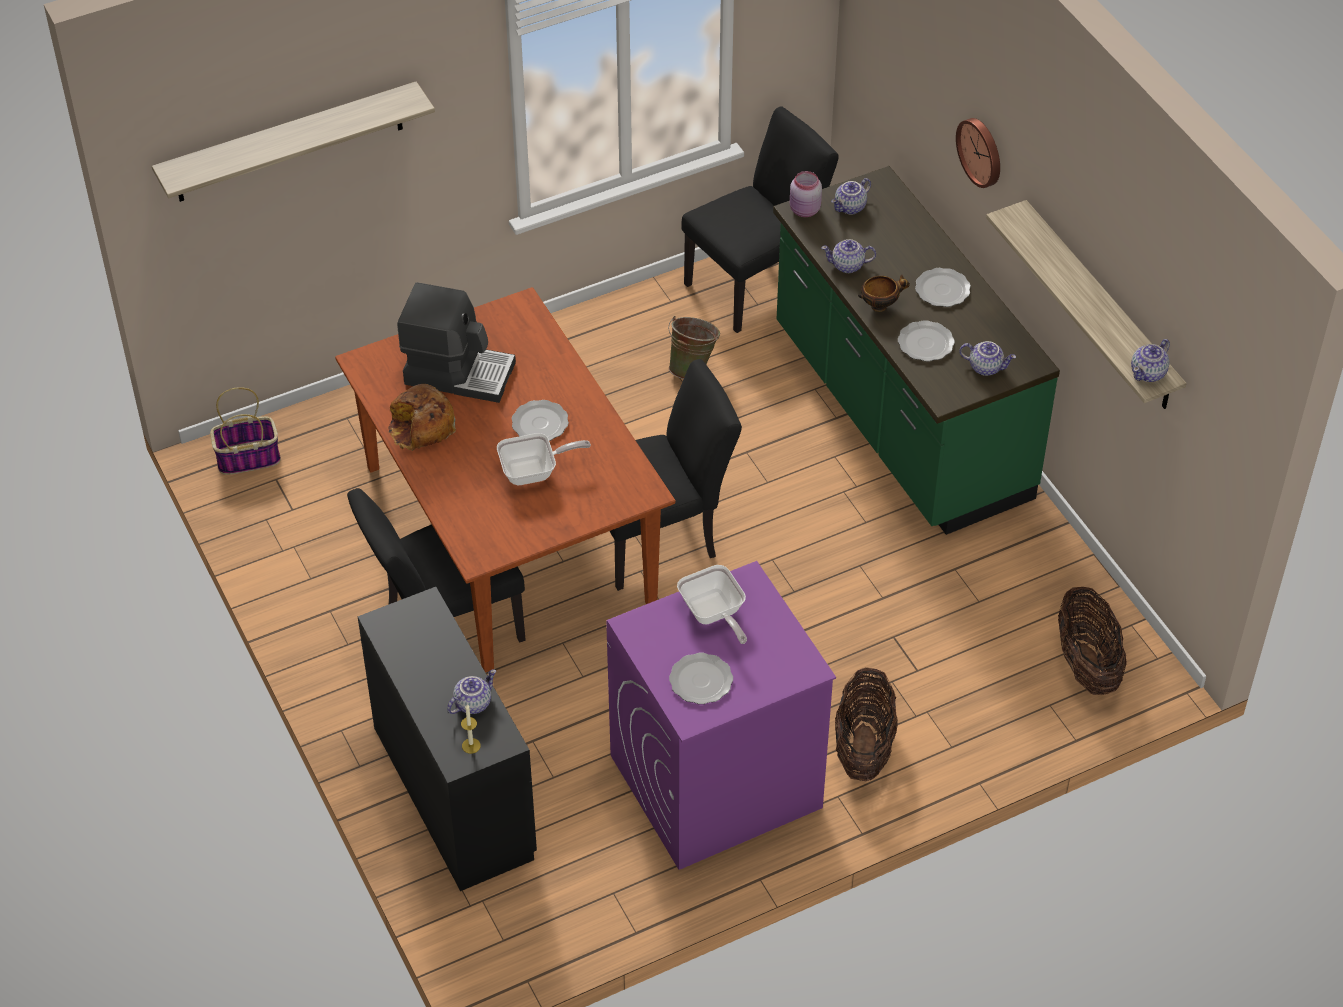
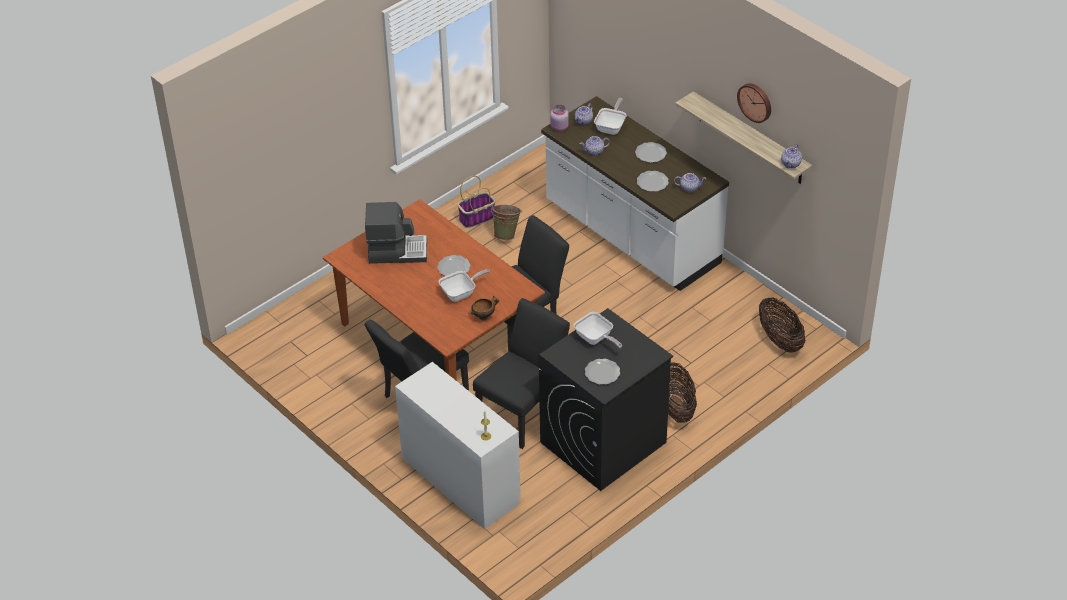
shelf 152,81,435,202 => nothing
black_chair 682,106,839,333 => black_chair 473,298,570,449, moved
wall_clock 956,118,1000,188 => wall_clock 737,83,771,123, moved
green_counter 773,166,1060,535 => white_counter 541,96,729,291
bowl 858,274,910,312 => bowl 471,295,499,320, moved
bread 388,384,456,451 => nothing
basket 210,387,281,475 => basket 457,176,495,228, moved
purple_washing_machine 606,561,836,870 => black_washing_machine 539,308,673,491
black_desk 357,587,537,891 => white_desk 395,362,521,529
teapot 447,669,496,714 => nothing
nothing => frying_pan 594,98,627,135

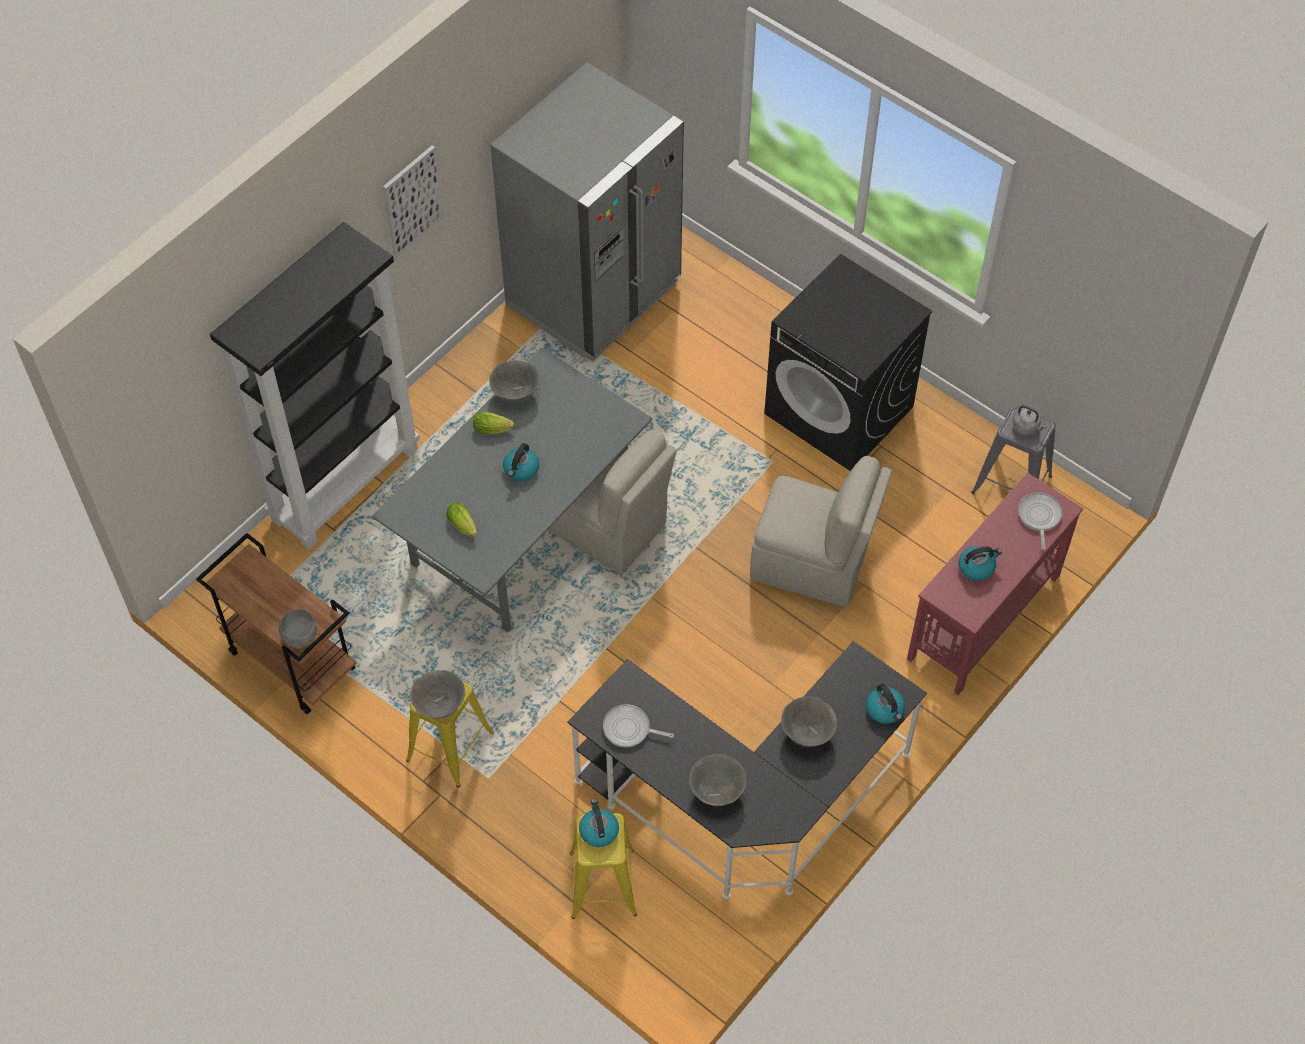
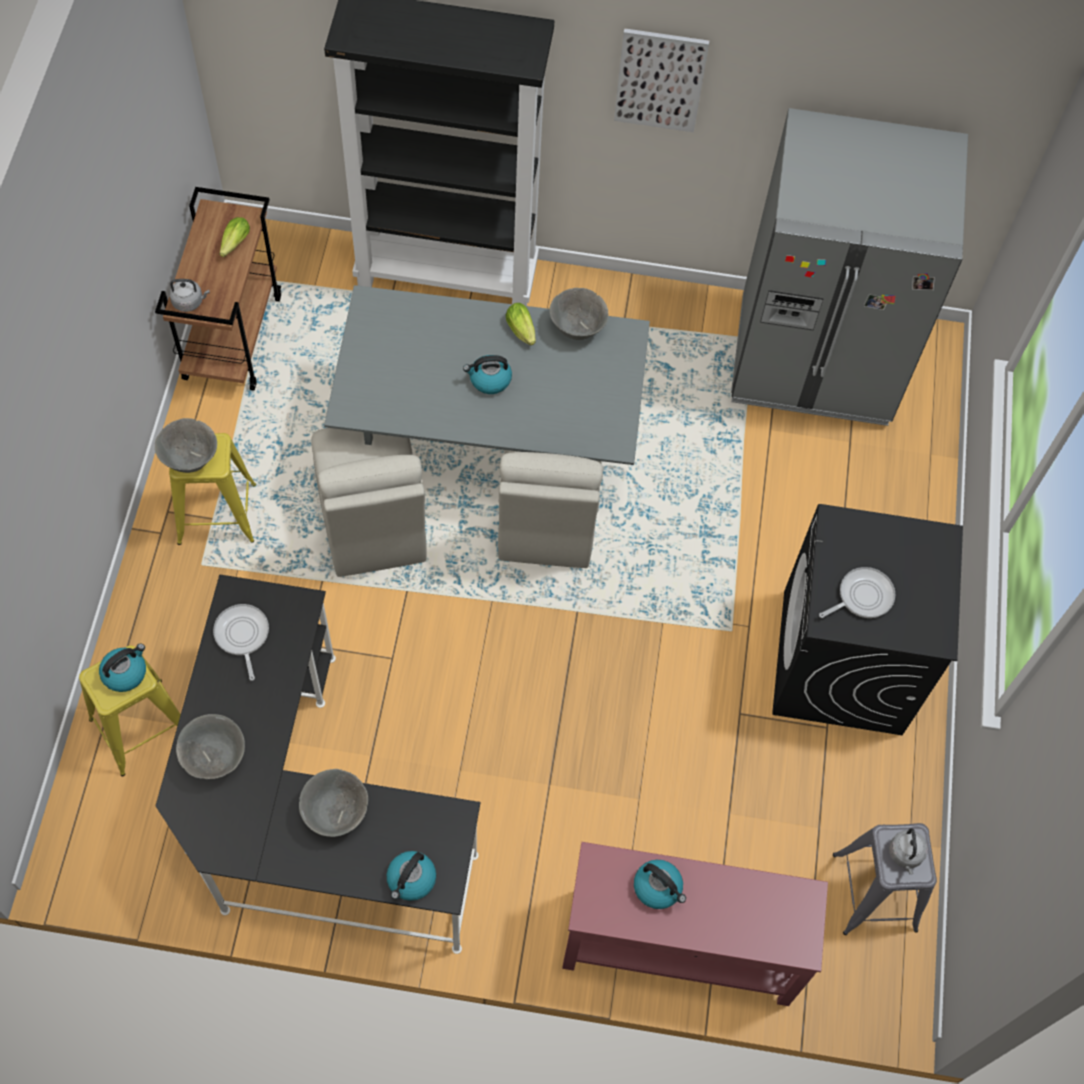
beige_chair 750,456,892,607 => beige_chair 311,428,427,577, moved
frying_pan 1018,493,1063,550 => frying_pan 819,567,895,618, moved
lettuce 446,502,477,537 => lettuce 219,217,250,257, moved
grey_bowl 279,609,317,648 => grey_kettle 169,279,210,312

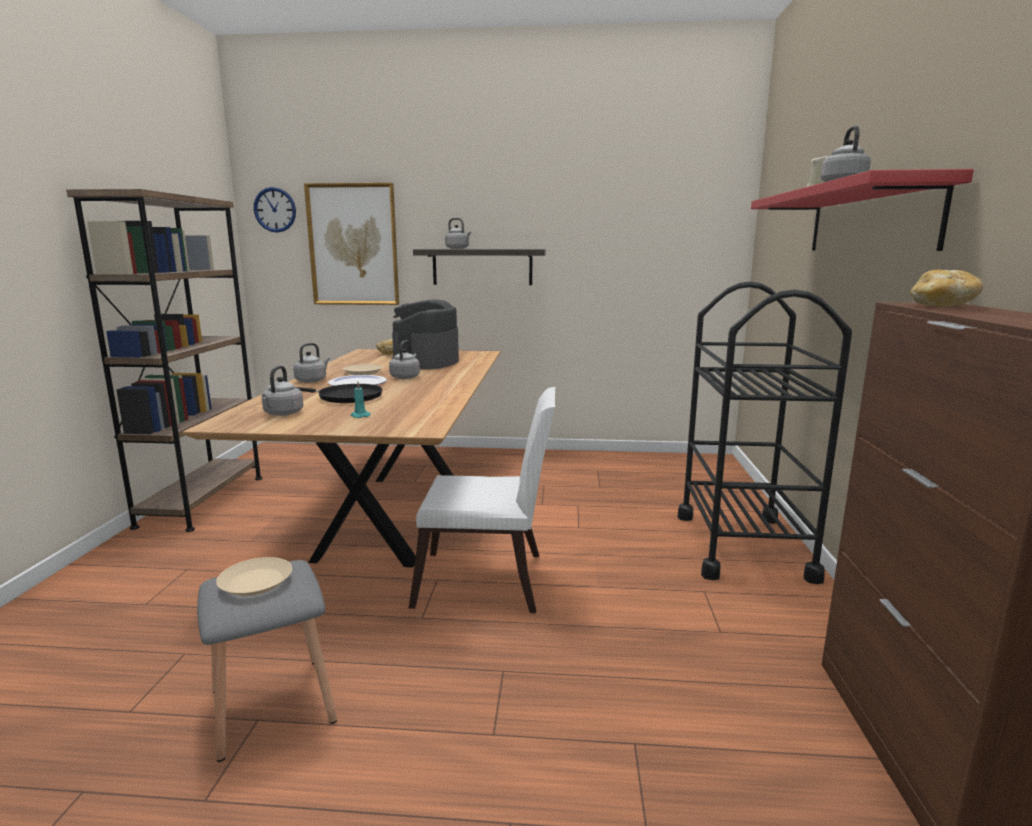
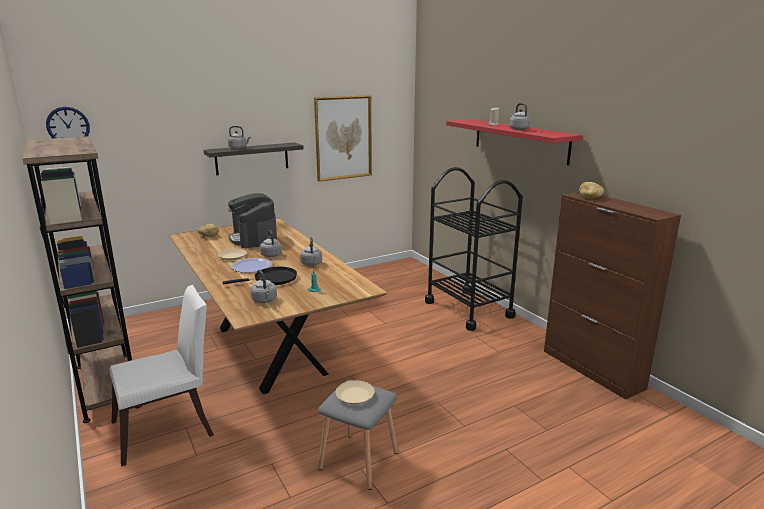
picture 304,183,399,305 => picture 314,95,372,182, moved
grey_kettle 293,343,330,383 => grey_kettle 300,237,322,266, moved
white_chair 409,387,555,613 => white_chair 109,285,214,466, moved

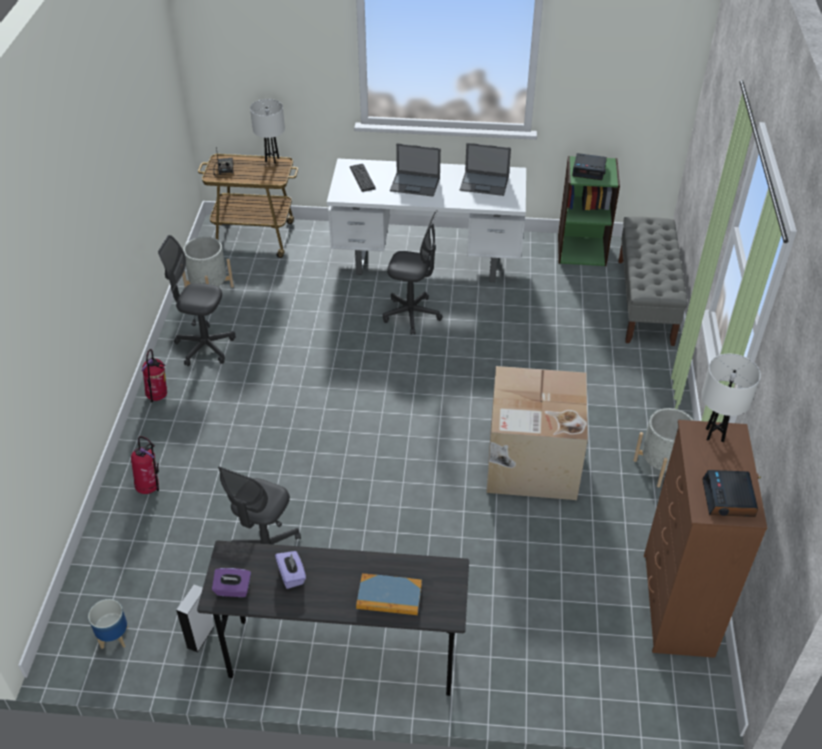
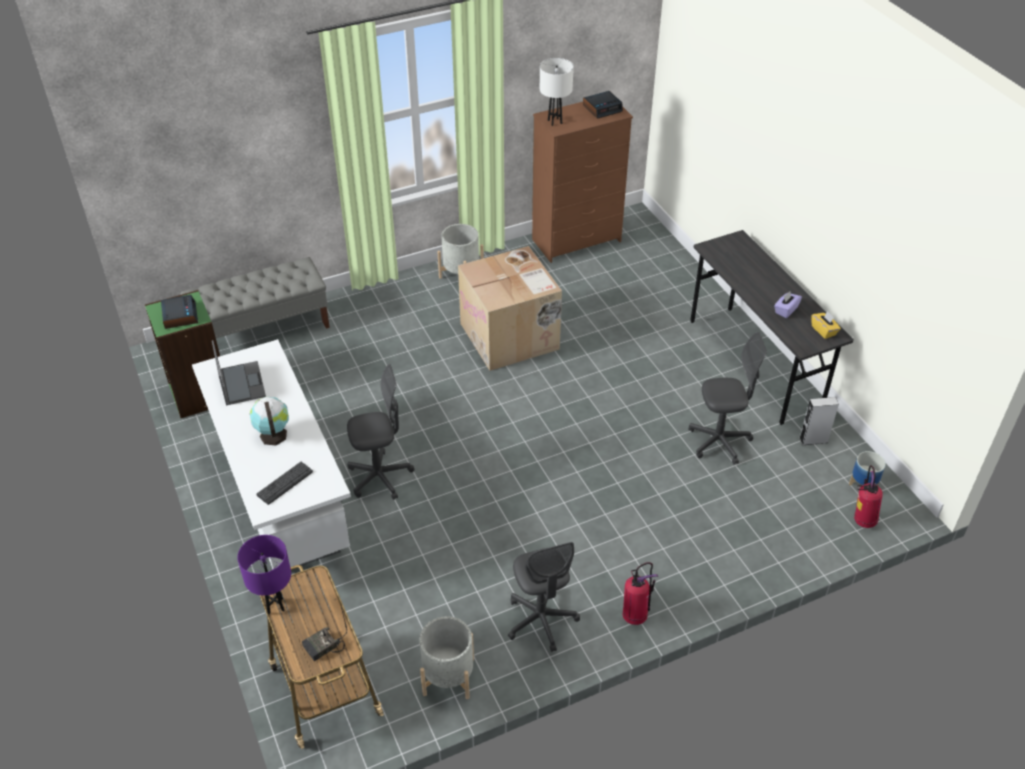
white_table_lamp 250,99,285,164 => purple_table_lamp 237,535,291,614
laptop 390,143,441,197 => globe 250,397,289,445
grey_office_chair 383,210,443,335 => grey_office_chair 347,364,414,500, 90 degrees clockwise
fire_extinguisher 131,436,159,494 => fire_extinguisher 854,465,883,528, moved
purple_tissue_box 212,568,251,597 => yellow_tissue_box 811,311,841,339
book 356,573,422,615 => nothing

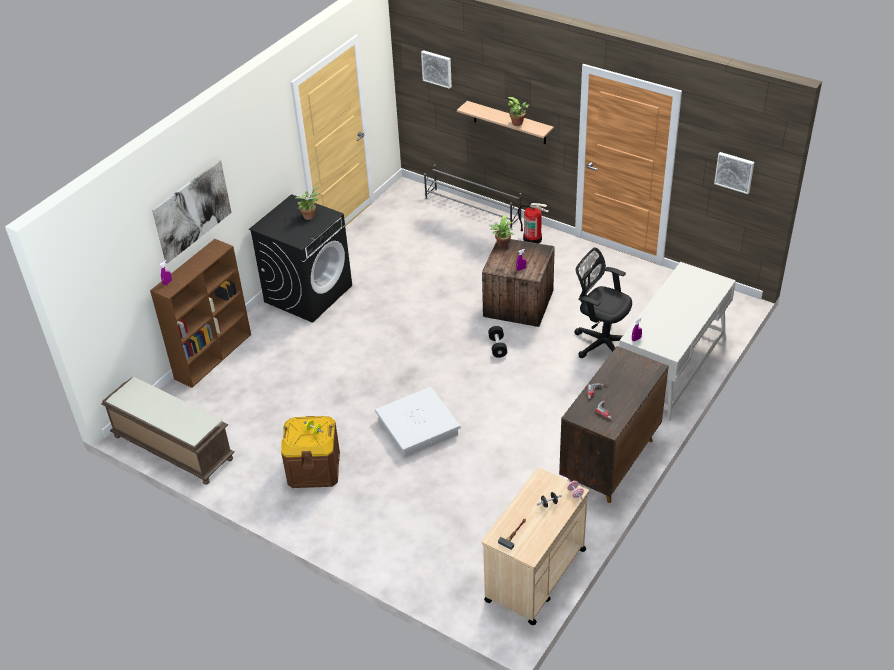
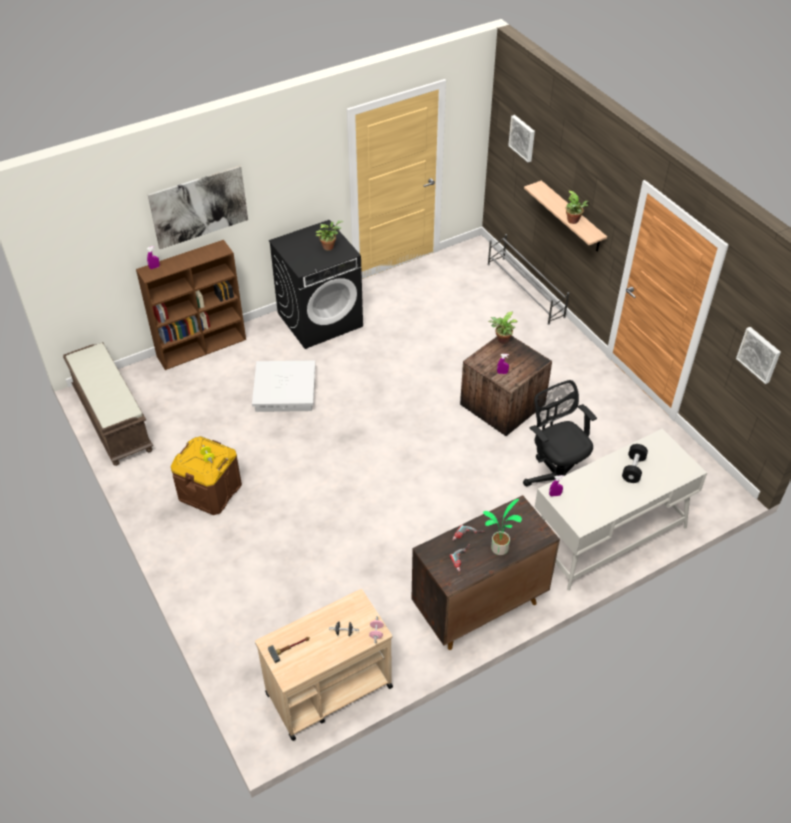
fire_extinguisher 518,203,549,244 => nothing
black_dumbbell 488,326,507,358 => black_dumbbell 622,444,648,483, moved
white_storage_box 375,387,460,457 => white_storage_box 252,361,315,412, moved
nothing => potted_plant 483,499,522,555

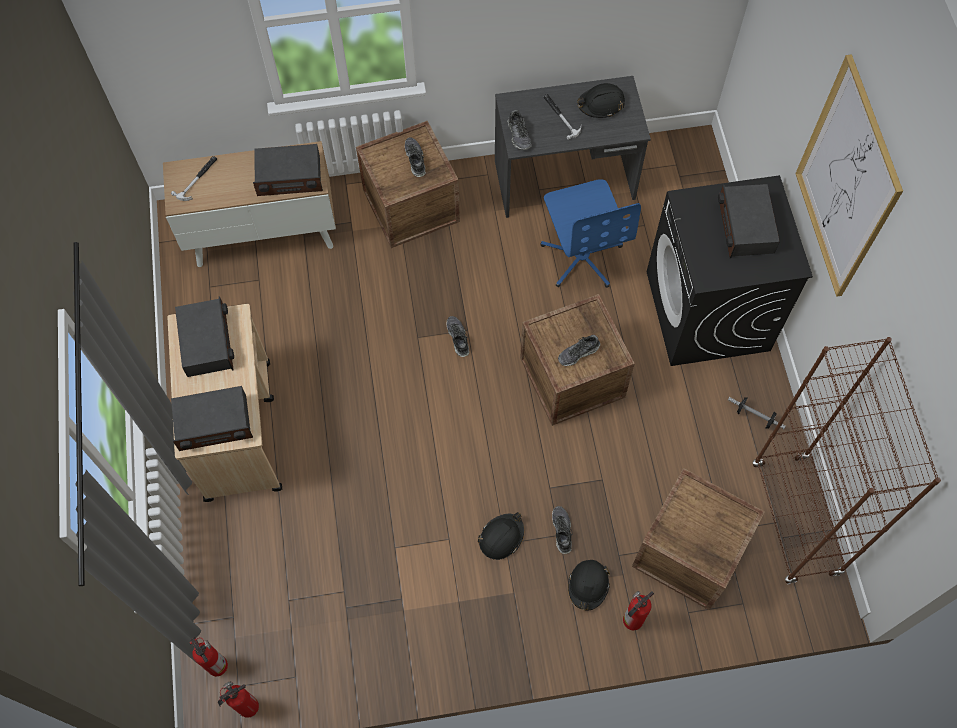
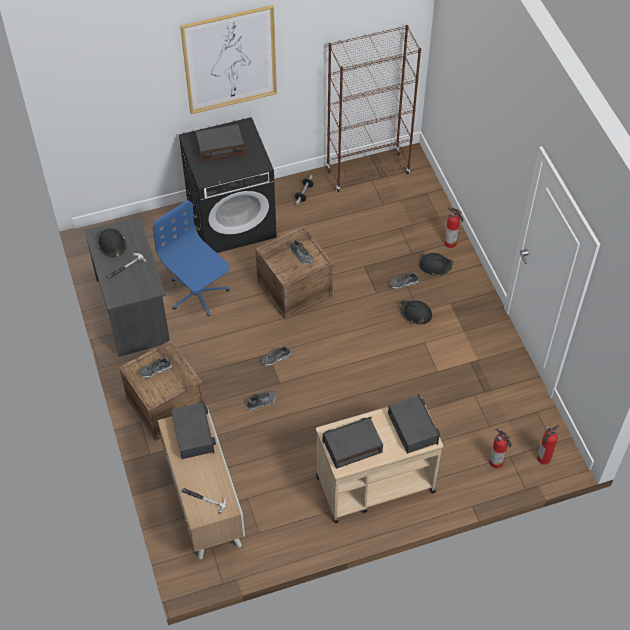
shoe 507,110,531,150 => shoe 246,391,277,411, moved
blue_office_chair 540,179,641,288 => blue_office_chair 153,200,230,316, 105 degrees counterclockwise
crate 632,468,765,610 => nothing
fire_extinguisher 218,681,259,718 => fire_extinguisher 489,429,511,468, moved

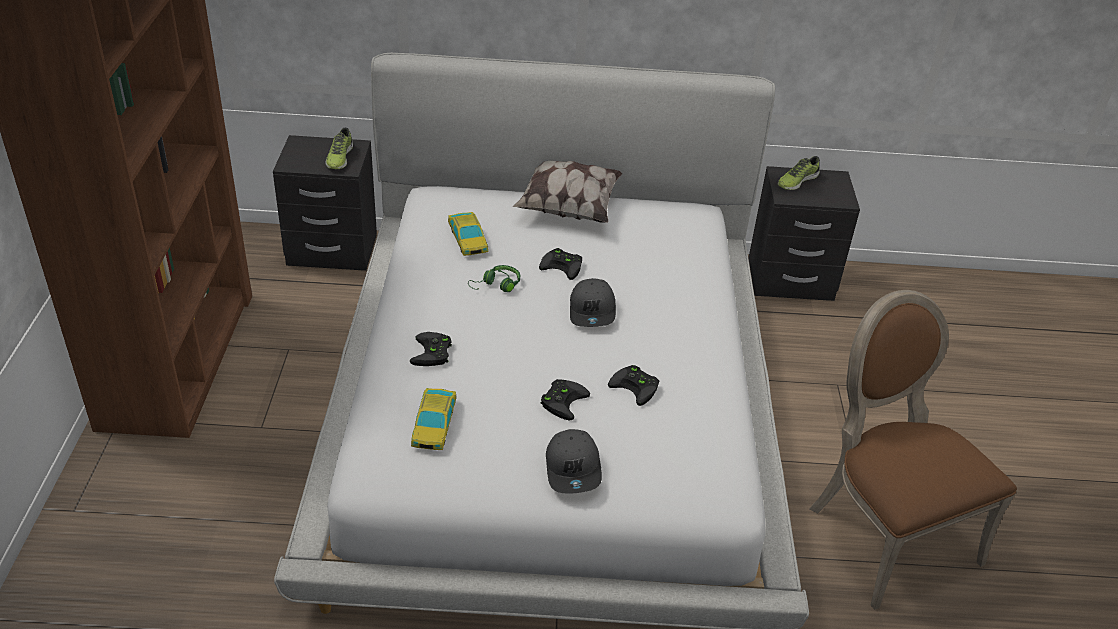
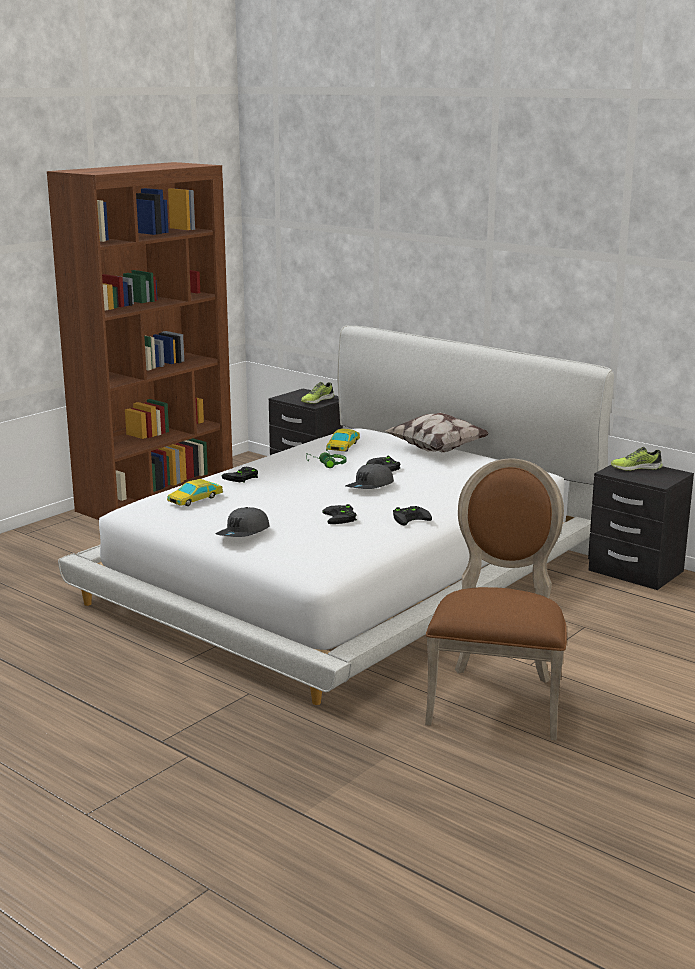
black_game_controller 541,379,590,420 => black_game_controller 393,506,432,526, moved

